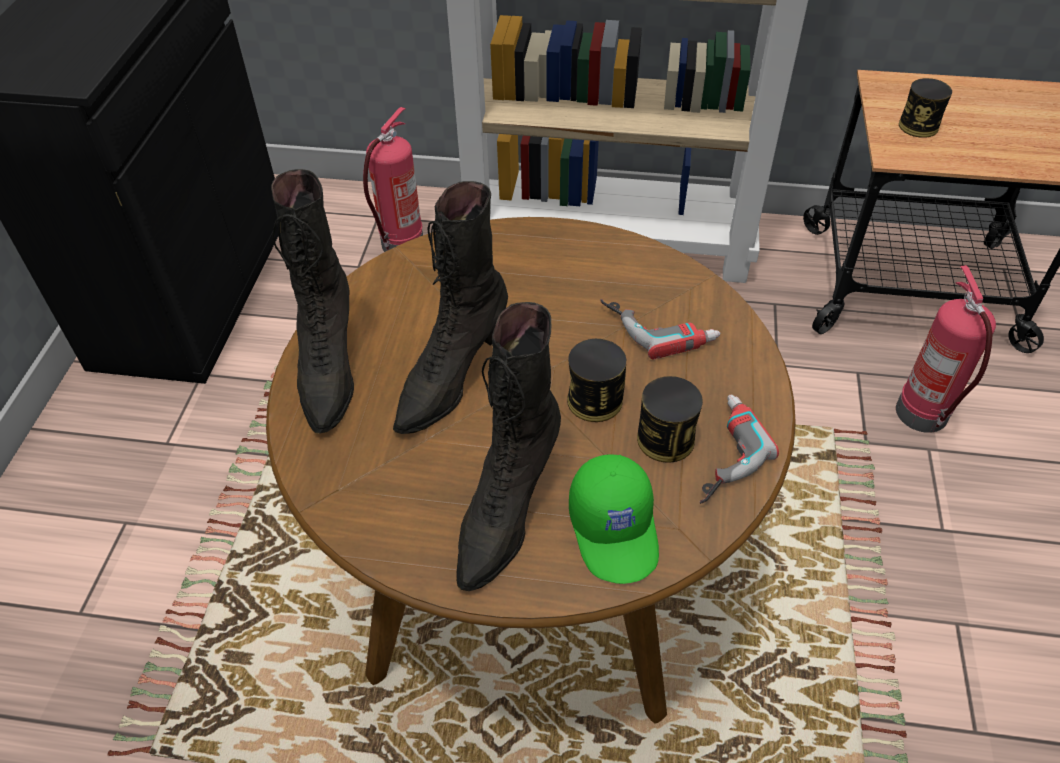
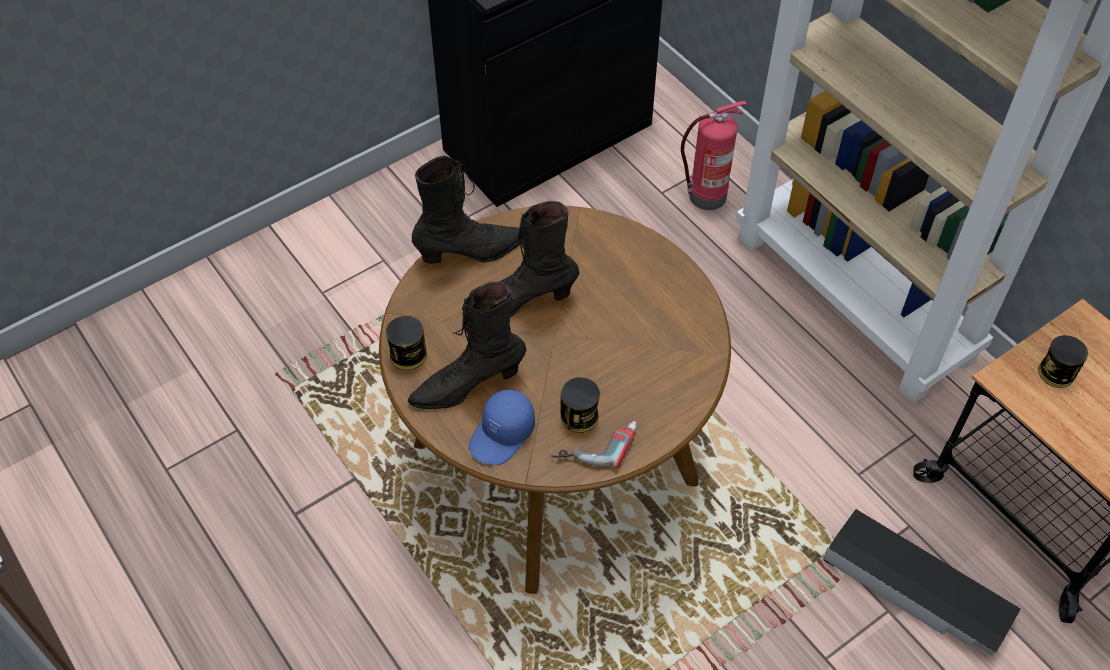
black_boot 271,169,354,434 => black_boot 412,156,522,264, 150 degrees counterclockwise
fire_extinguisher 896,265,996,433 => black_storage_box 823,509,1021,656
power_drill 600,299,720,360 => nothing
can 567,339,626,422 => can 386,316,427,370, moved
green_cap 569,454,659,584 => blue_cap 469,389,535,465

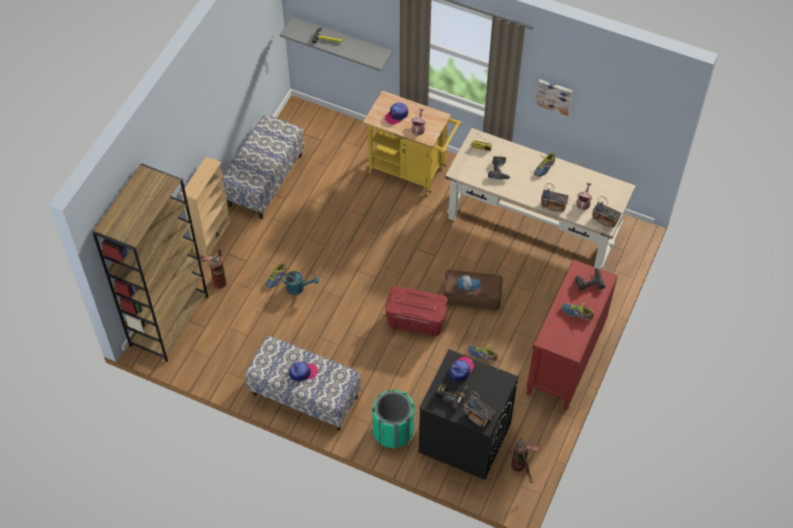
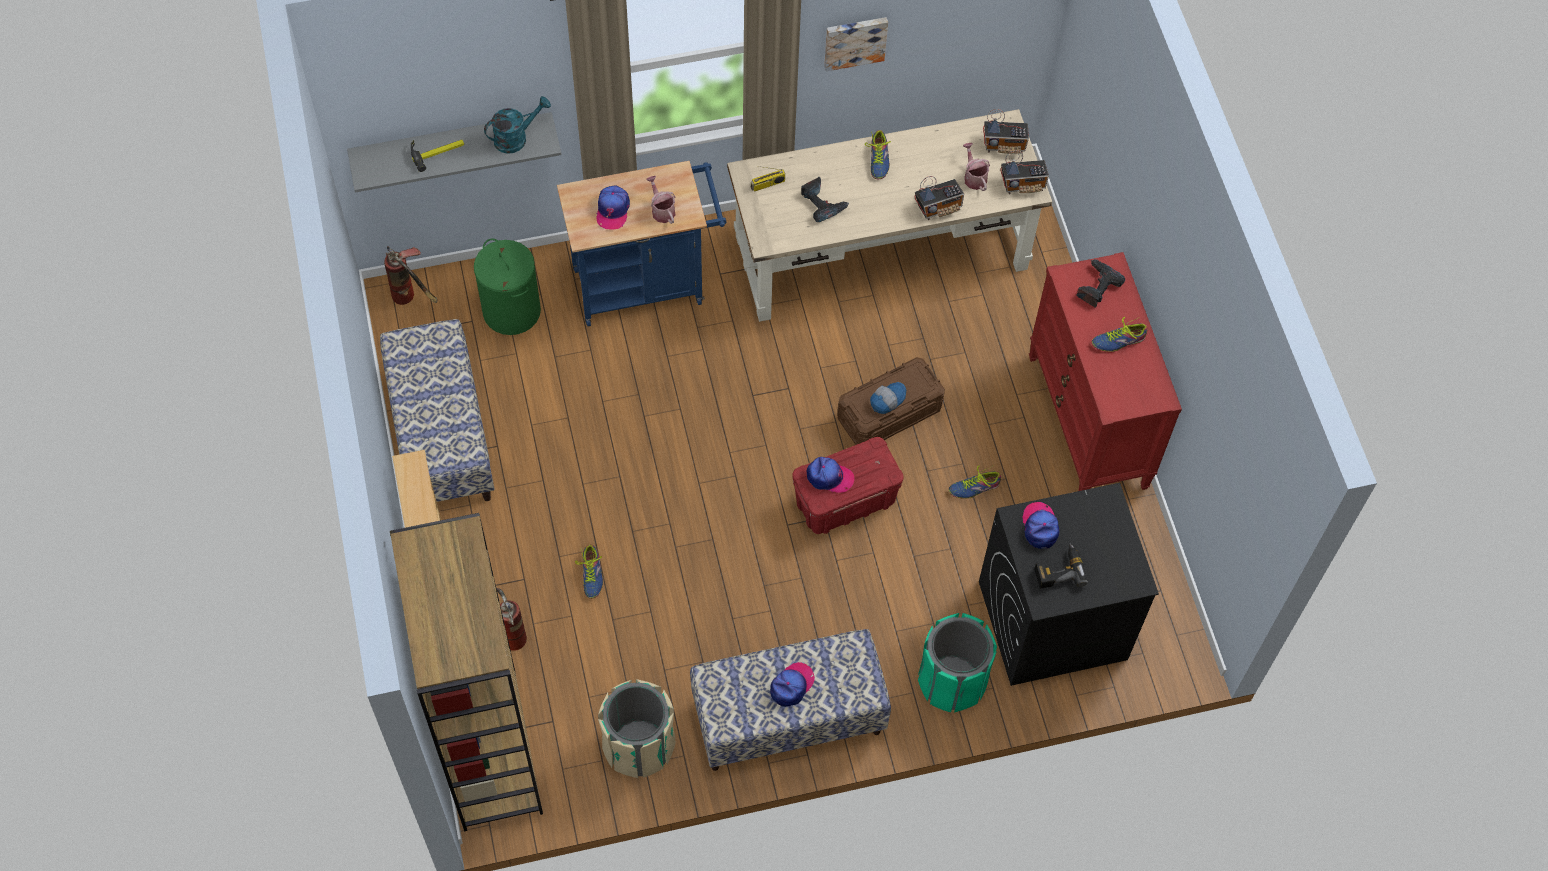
yellow_cart 363,91,461,195 => blue_cart 557,161,726,326
turquoise_watering_can 280,271,319,295 => turquoise_watering_can 484,96,551,154, moved
radio 464,391,496,427 => radio 983,109,1029,154, moved
fire_extinguisher 511,438,539,483 => fire_extinguisher 384,247,438,305, moved
nothing => green_laundry_basket 474,239,541,335
nothing => cap 807,457,855,493
nothing => beige_trash_can 598,679,676,778

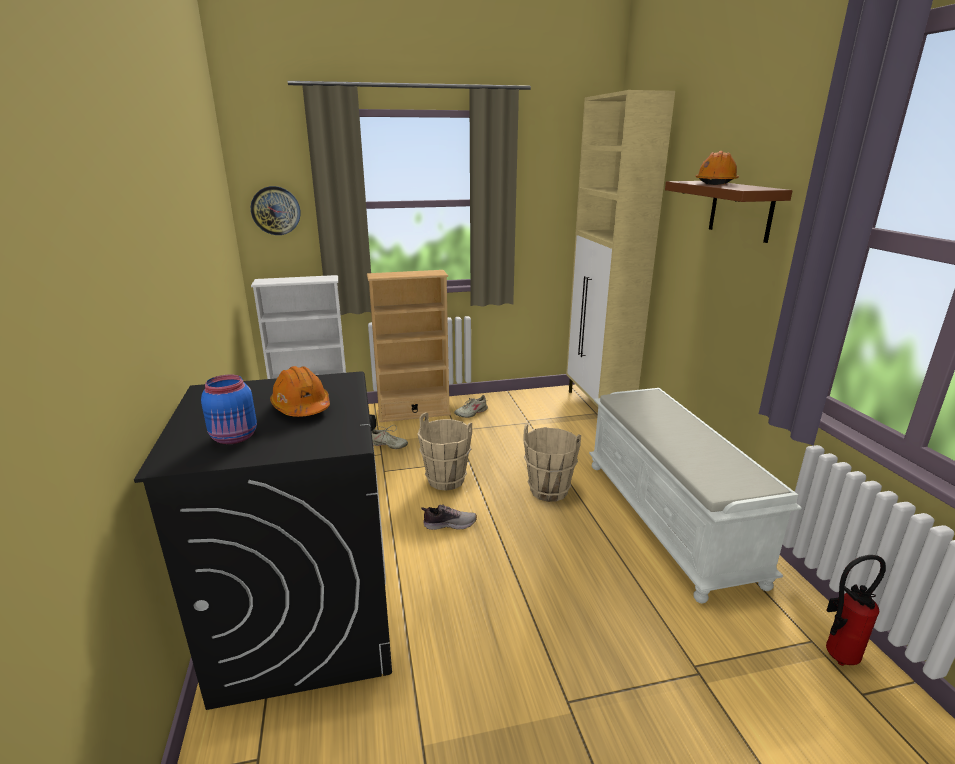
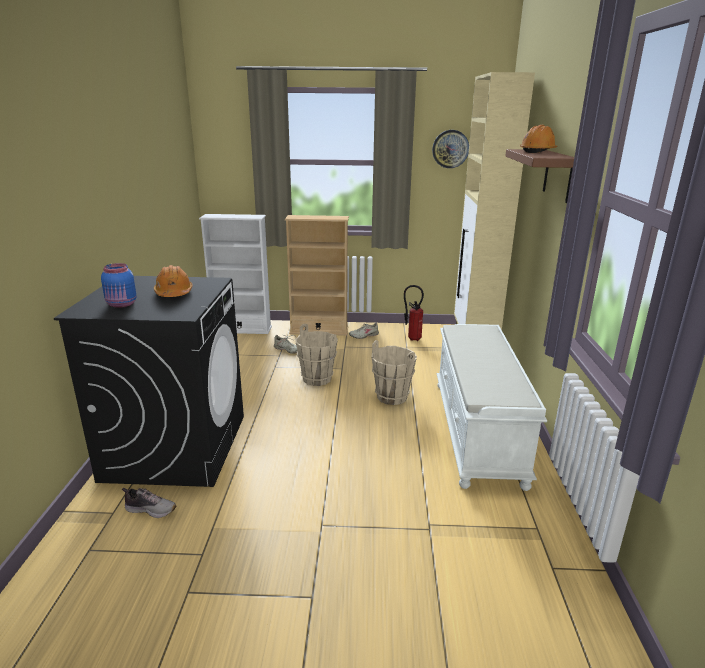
wall_clock 251,186,300,235 => wall_clock 432,130,469,168, moved
shoe 421,505,477,530 => shoe 122,488,177,518, moved
fire_extinguisher 826,555,886,666 => fire_extinguisher 404,285,424,341, moved

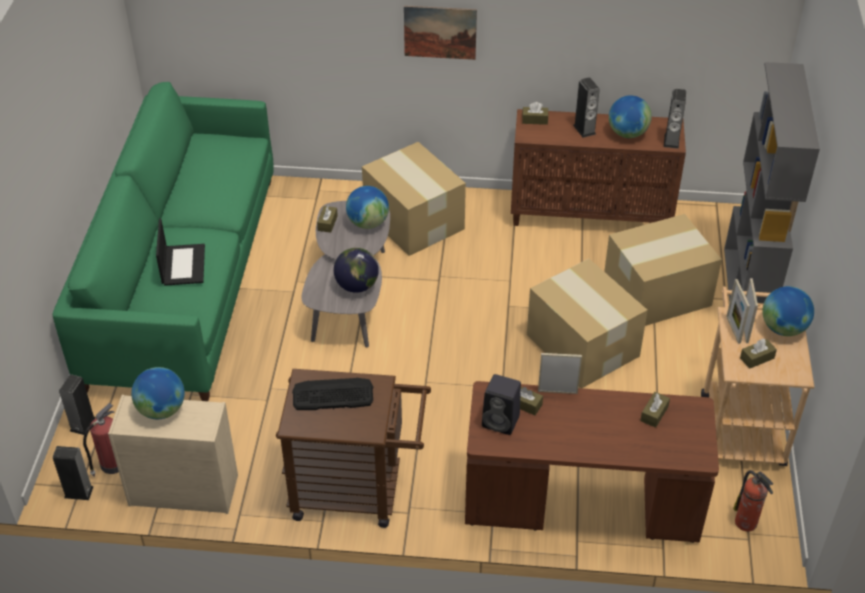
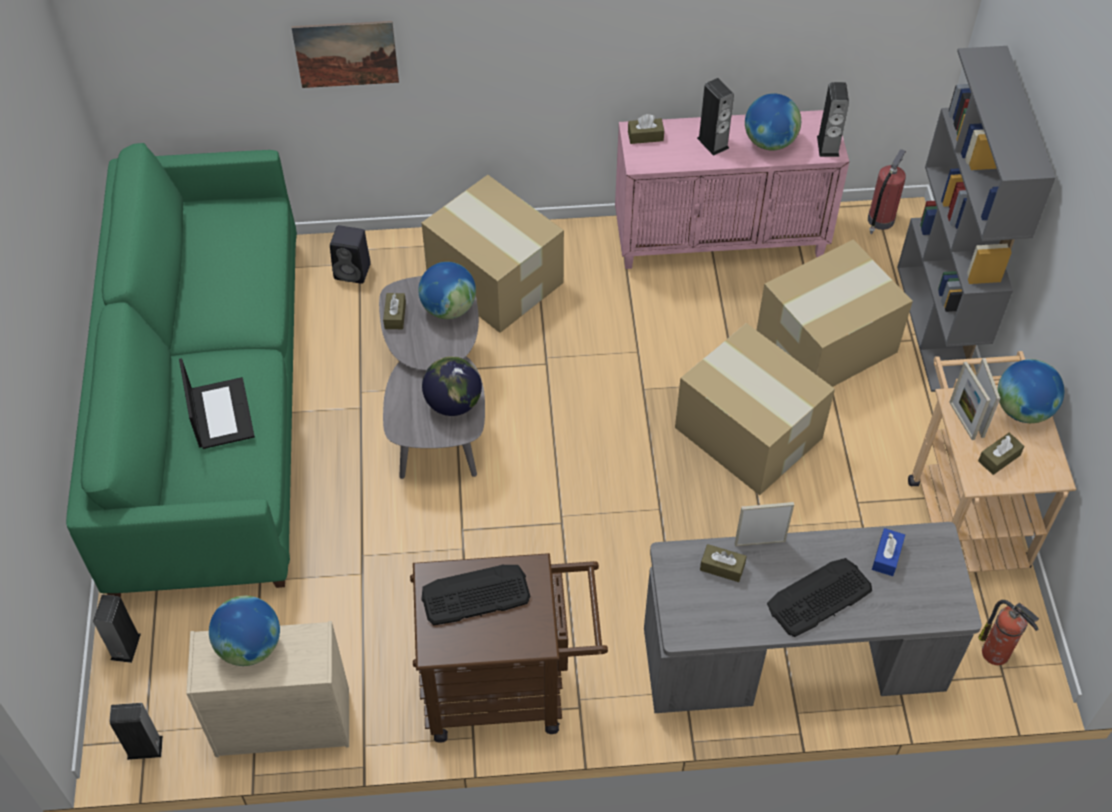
picture 404,6,477,60 => picture 291,21,399,88, moved
brown_cabinet 511,109,686,226 => pink_cabinet 615,110,849,269
black_speaker 482,374,521,435 => black_speaker 330,225,371,284, moved
brown_desk 465,381,719,543 => grey_desk 644,522,982,713
brown_tissue_box 640,392,670,428 => blue_tissue_box 872,528,905,576
fire_extinguisher 83,403,119,477 => fire_extinguisher 868,149,906,234, moved
nothing => keyboard 767,558,872,637

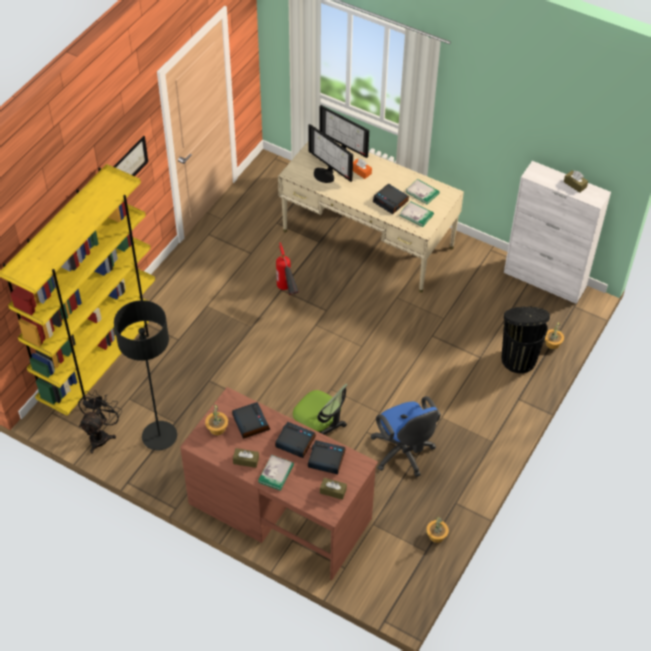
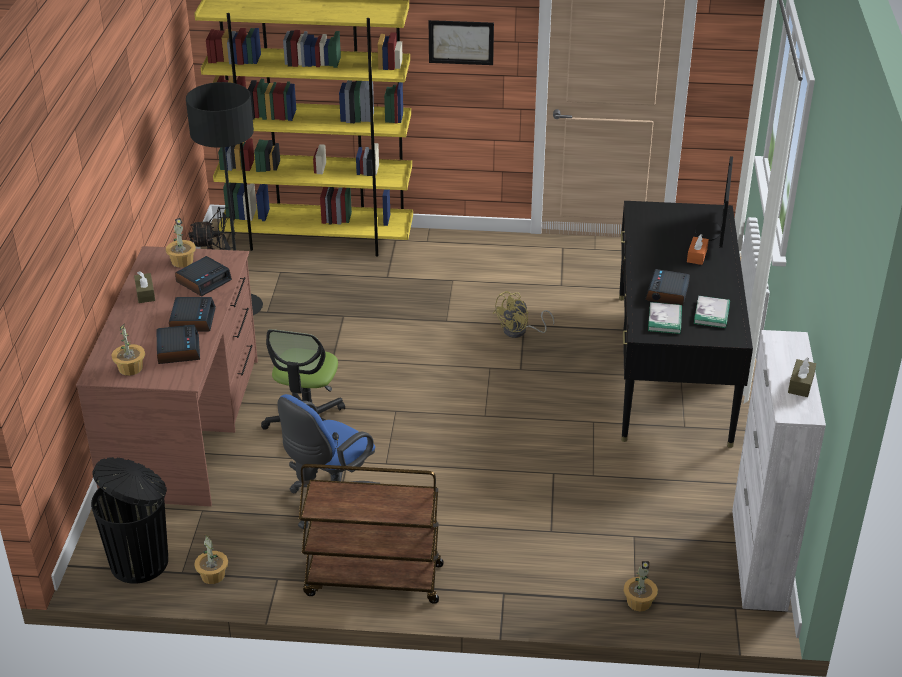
monitor 308,124,353,183 => nothing
beige_desk 278,141,464,293 => black_desk 619,201,753,448
fire_extinguisher 276,242,299,295 => yellow_fan 493,291,555,338
black_trash_can 502,306,550,373 => black_trash_can 91,457,168,584, moved
book 258,455,294,491 => nothing
brown_tissue_box 320,478,347,500 => potted_plant 111,323,145,376
nothing => brown_cart 299,464,444,604

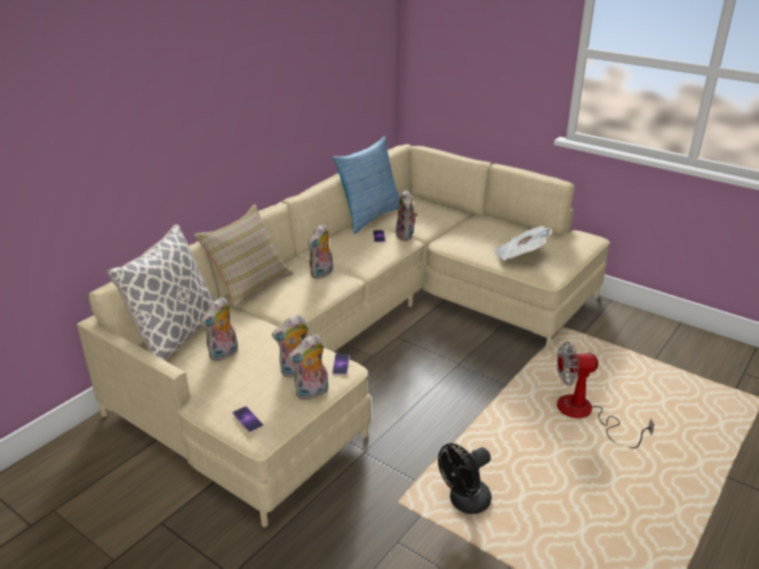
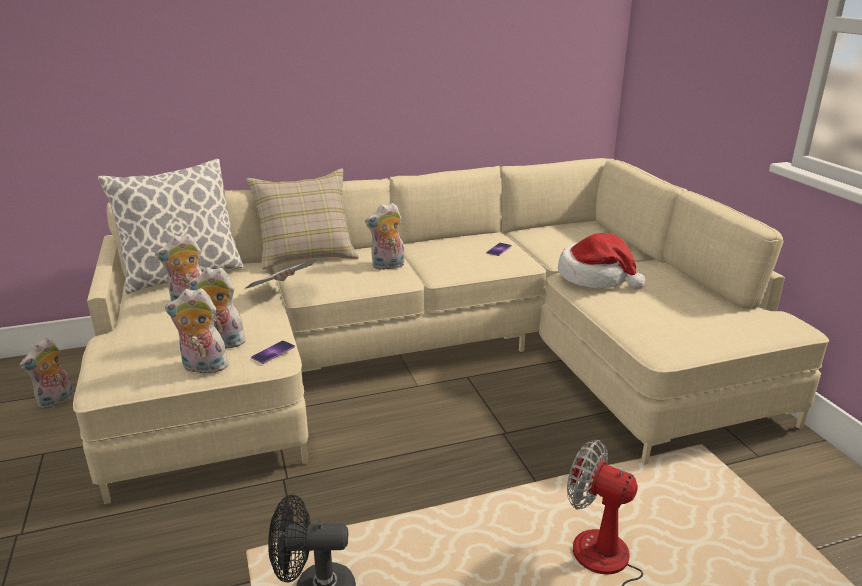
pillow 332,136,400,234 => nothing
plush_toy 396,190,418,241 => plush_toy 19,338,74,409, moved
newspaper 493,226,552,261 => newspaper 246,260,316,289, moved
phone 232,406,263,432 => nothing
nothing => hat 558,233,645,290

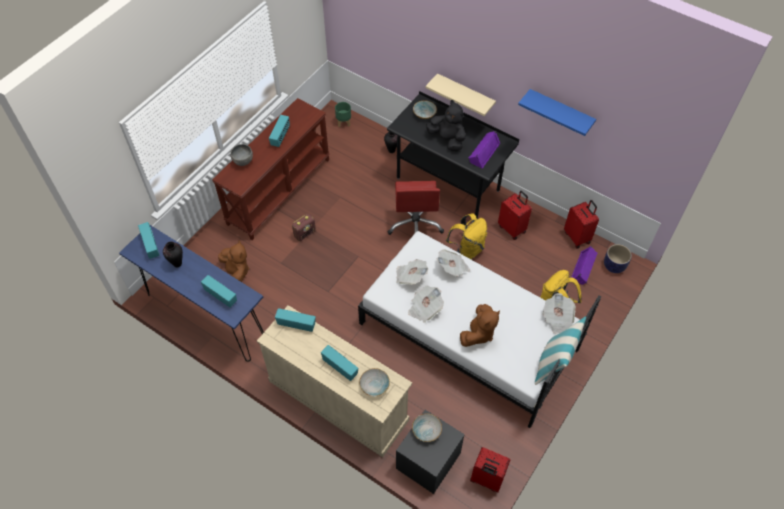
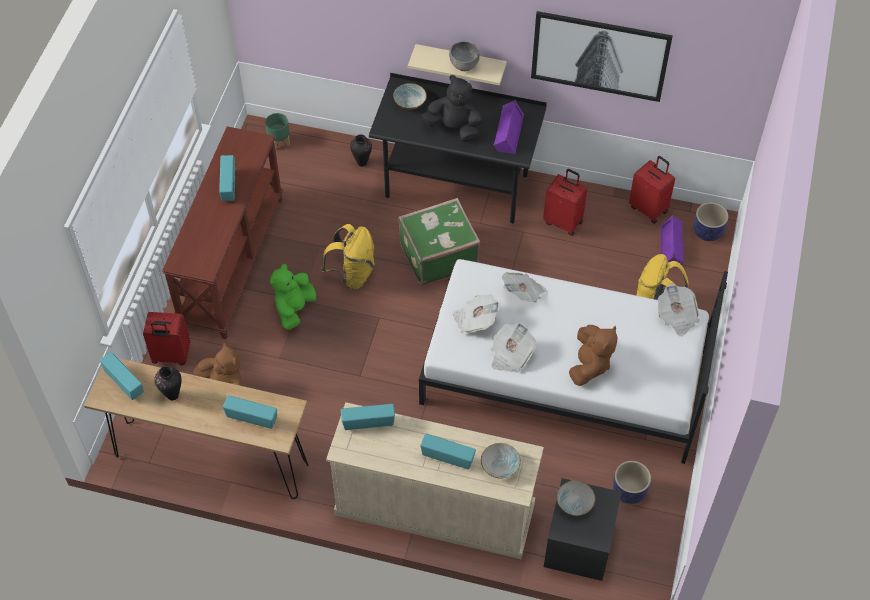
blue_shelf 518,89,596,136 => picture 531,11,673,102
grey_bowl 230,144,253,166 => grey_bowl 449,41,480,71, moved
red_office_chair 387,181,444,235 => green_suitcase 398,198,480,285
yellow_backpack 446,213,487,260 => yellow_backpack 321,224,375,290, moved
radio 292,214,316,241 => green_plush_toy 270,264,316,330
blue_console_table 119,225,264,362 => brown_console_table 84,358,309,499
pillow 535,317,586,385 => nothing
red_suitcase 470,447,510,492 => red_suitcase 143,312,190,365, moved
nothing => planter 613,461,651,504

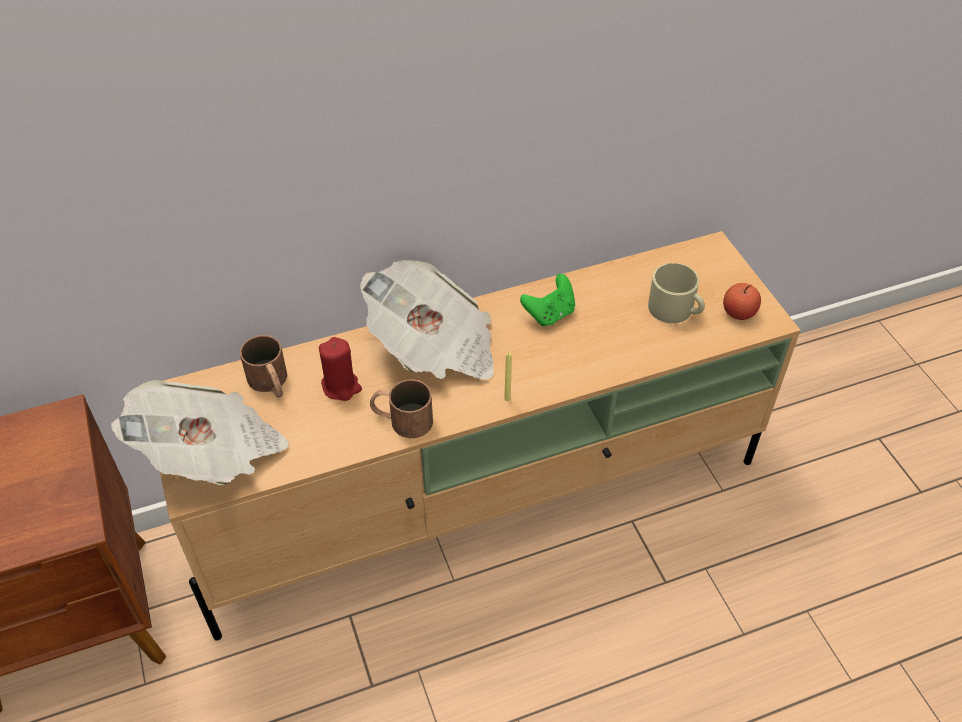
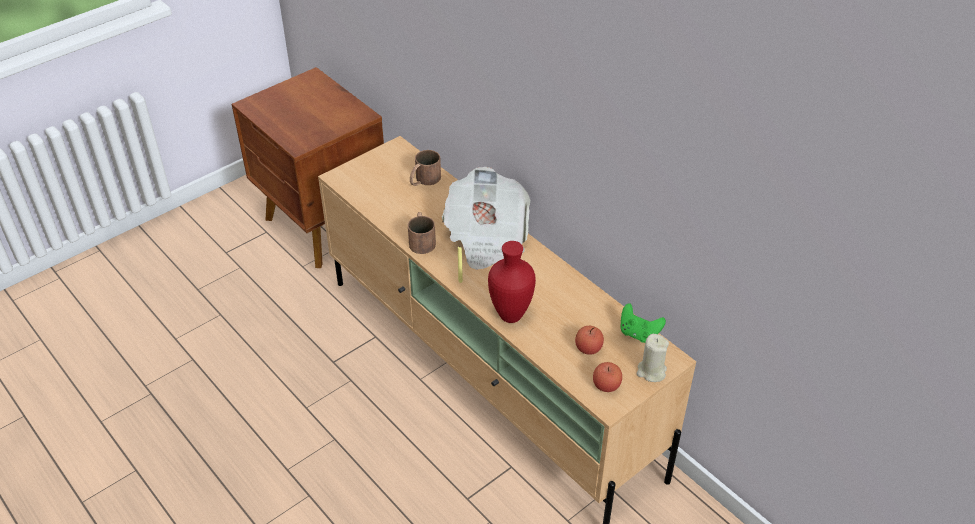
beige_mug 648,263,705,323 => apple 575,326,604,355
green_game_controller 520,274,575,327 => green_game_controller 620,303,666,343, moved
red_candle 319,337,362,401 => nothing
newspaper 111,380,289,485 => nothing
nothing => red_vase 488,241,536,323
nothing => beige_candle 637,334,669,382

